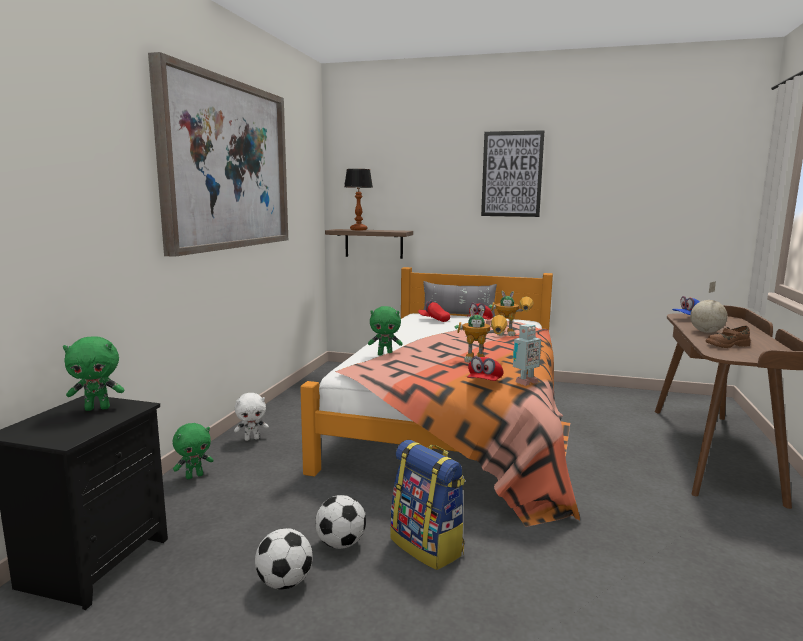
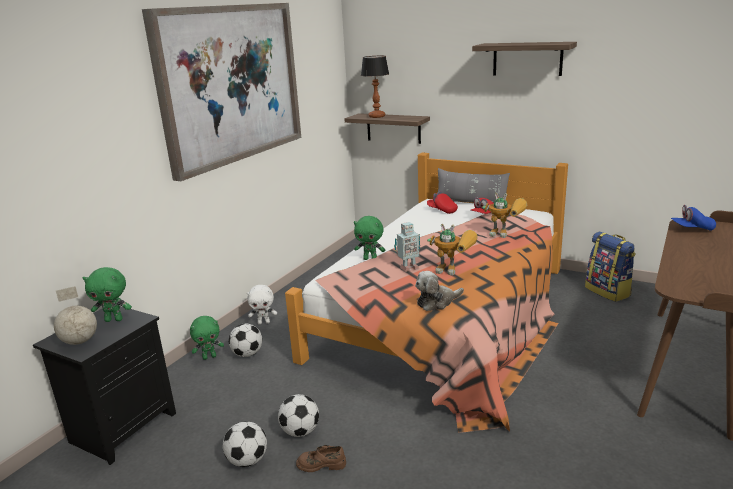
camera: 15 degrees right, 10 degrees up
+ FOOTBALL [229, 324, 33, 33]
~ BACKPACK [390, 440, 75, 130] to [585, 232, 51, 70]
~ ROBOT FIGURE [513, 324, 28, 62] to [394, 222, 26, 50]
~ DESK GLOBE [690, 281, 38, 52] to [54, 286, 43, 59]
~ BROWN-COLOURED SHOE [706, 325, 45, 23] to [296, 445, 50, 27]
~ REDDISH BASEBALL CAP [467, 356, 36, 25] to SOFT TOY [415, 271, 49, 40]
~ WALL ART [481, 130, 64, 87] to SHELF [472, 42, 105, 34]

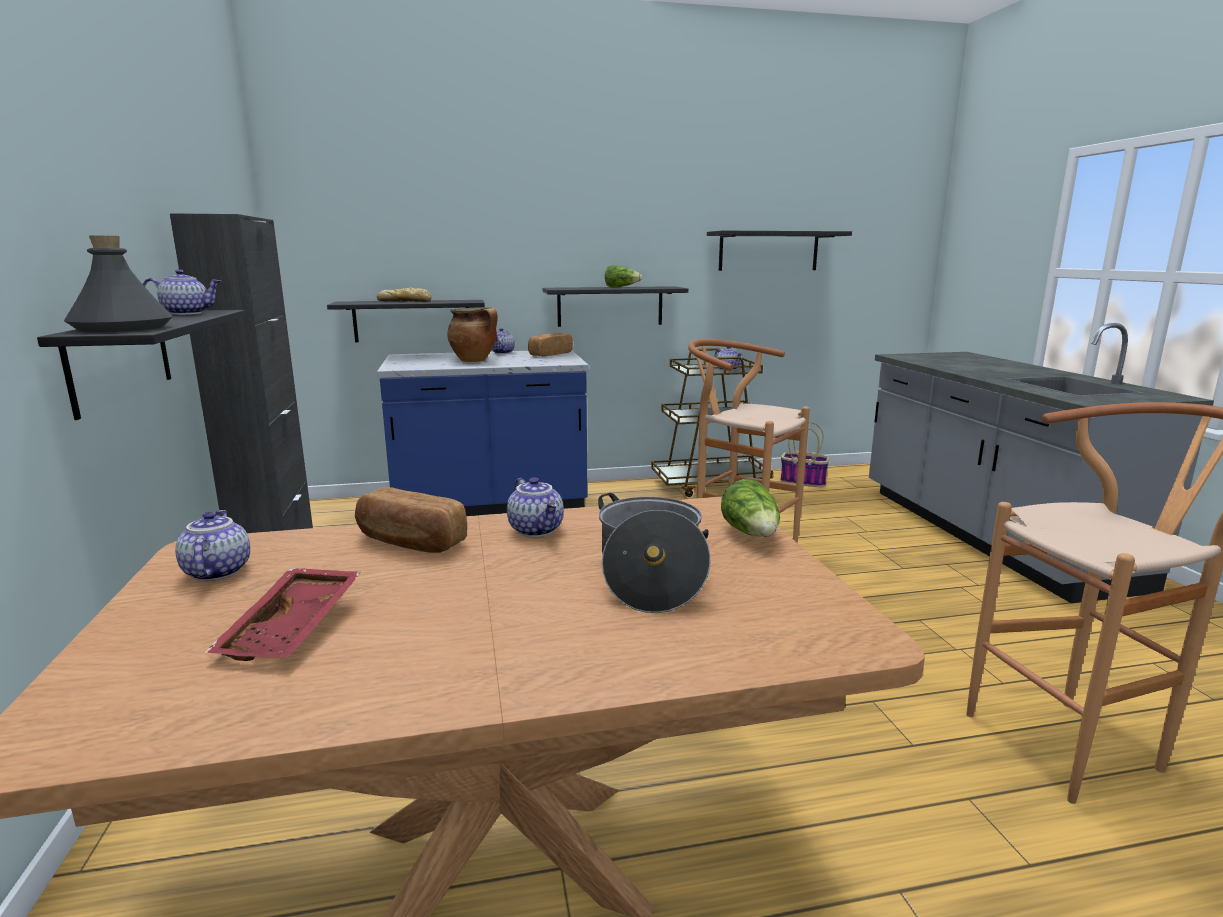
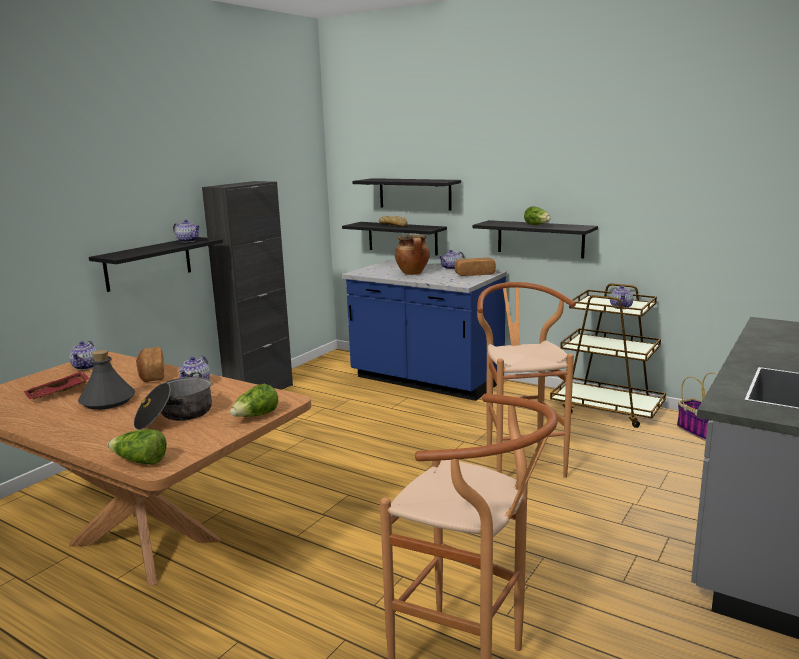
camera: 45 degrees right, 0 degrees up
+ LETTUCE [107, 429, 60, 36]
~ GRAY BEVERAGE BOTTLE [64, 236, 109, 96] to [78, 350, 57, 60]
~ BLACKISH SHELF [707, 231, 145, 40] to [352, 178, 109, 33]
~ POT FOR TEA [175, 510, 75, 71] = [69, 341, 29, 29] 150 degrees clockwise

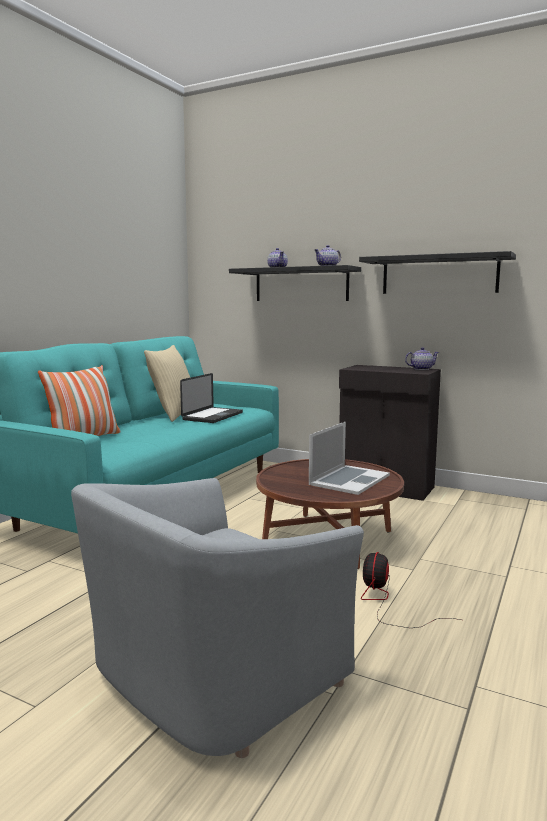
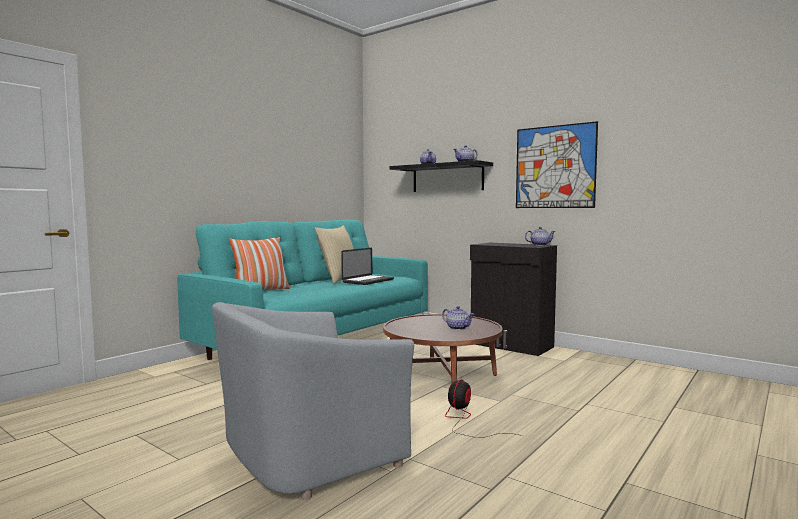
camera: 10 degrees right, 5 degrees down
~ LAPTOP [309, 422, 81, 73] to POT FOR TEA [442, 306, 32, 24]
~ BLACKISH SHELF [359, 251, 157, 43] to WALL ART [516, 121, 82, 87]

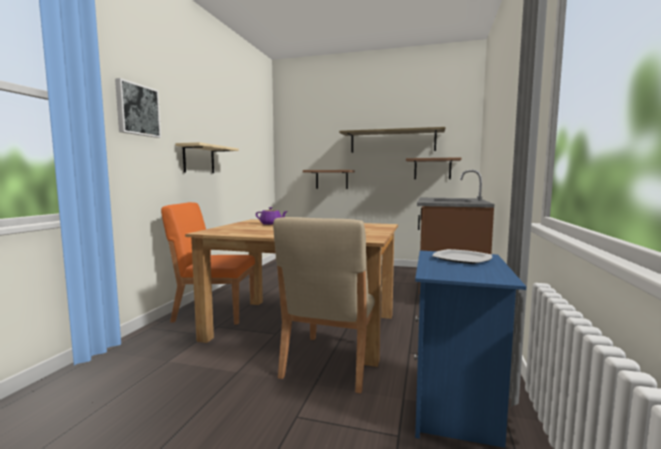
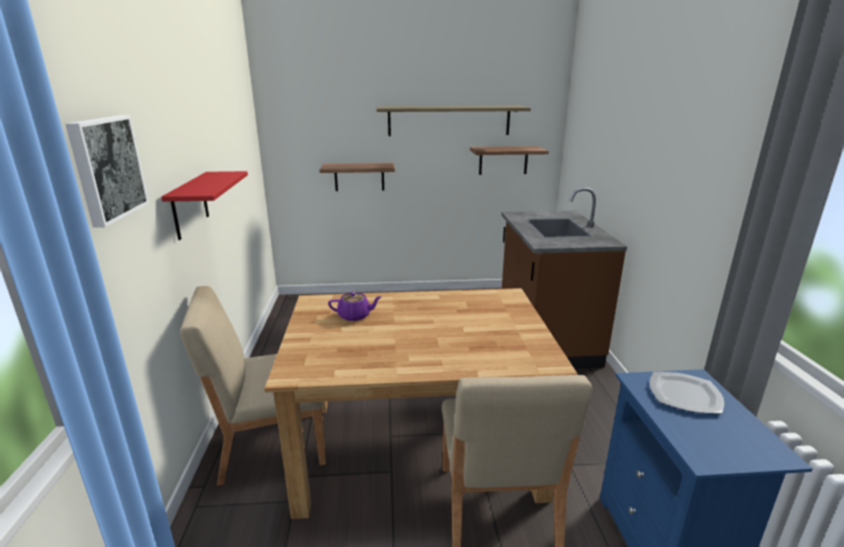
camera: 20 degrees left, 15 degrees up
~ ORANGEY CHAIR [161, 202, 94, 123] to BEIGE CHAIR [180, 286, 146, 199]
~ BEIGE SHELF [175, 142, 64, 31] to REDDISH SHELF [161, 171, 87, 69]

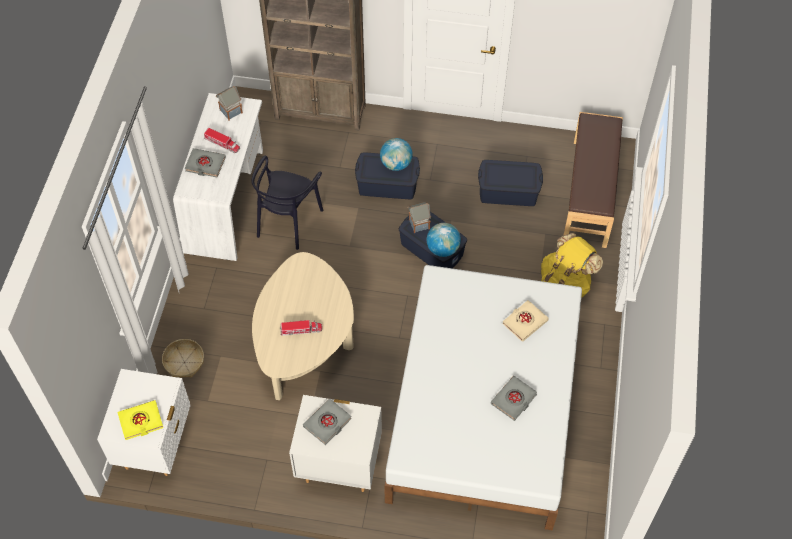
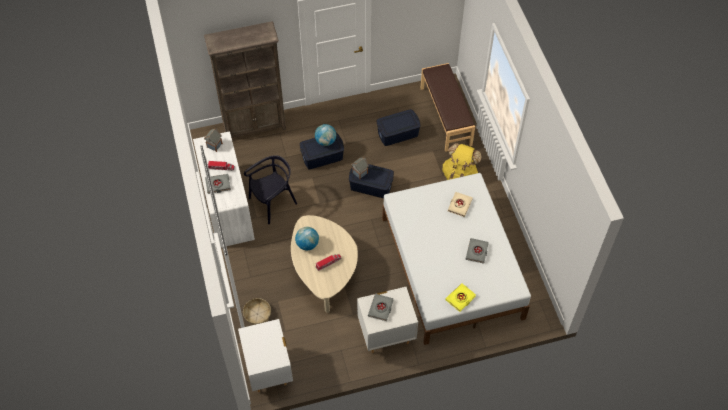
camera: 25 degrees left, 0 degrees up
~ YELLOW BOOK [117, 400, 46, 40] to [445, 283, 31, 29]
~ DESK GLOBE [427, 223, 34, 34] to [295, 227, 24, 23]
~ BLACKISH CHAIR [252, 156, 71, 94] = [244, 155, 53, 69] 120 degrees counterclockwise

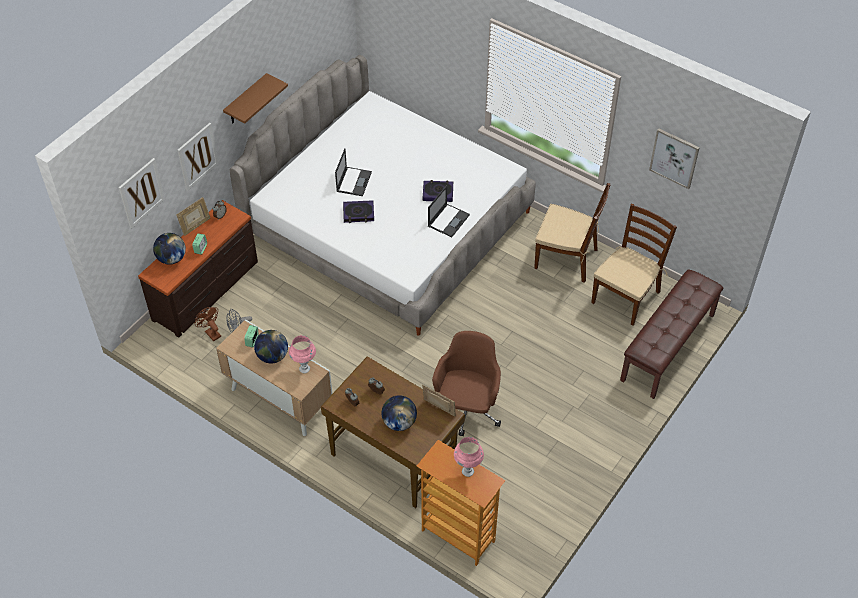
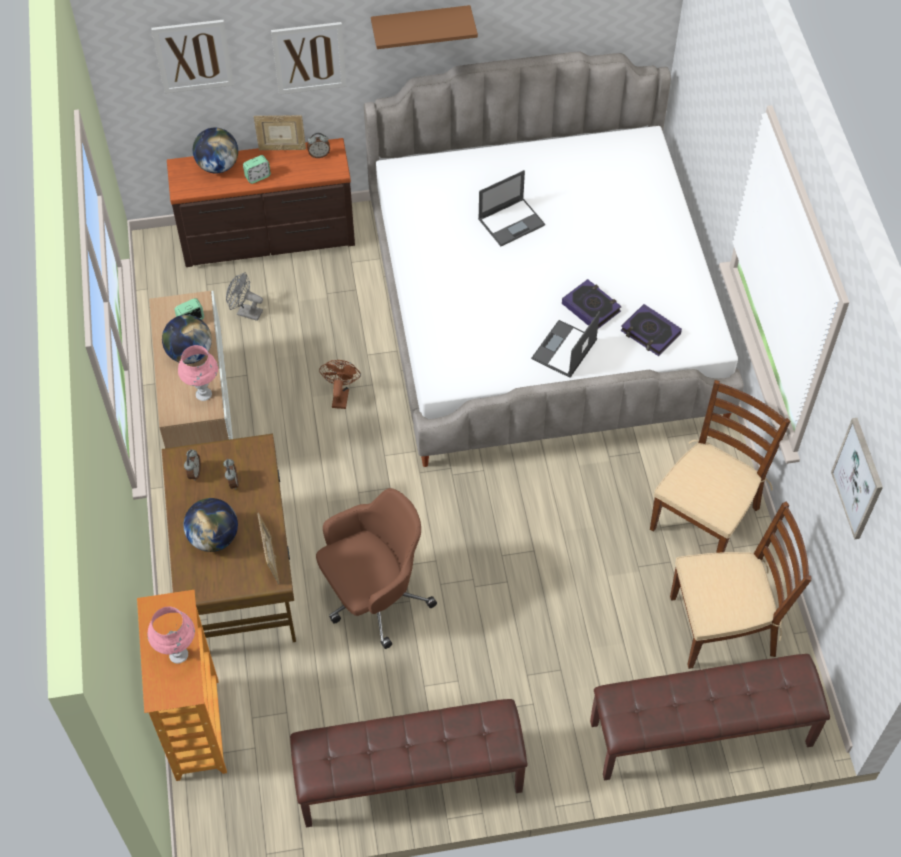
camera: 45 degrees right, 5 degrees up
+ BROWN-COLOURED BENCH [290, 699, 238, 128]
~ BROWN-COLOURED ELECTRIC FAN [195, 307, 26, 34] to [319, 360, 42, 49]
~ BOOK [343, 200, 31, 23] to [620, 304, 62, 52]
~ LAPTOP [428, 185, 42, 52] = [531, 311, 69, 67] 135 degrees clockwise
~ BROWN-COLOURED CHAIR [534, 183, 76, 100] = [650, 380, 140, 173] 120 degrees counterclockwise

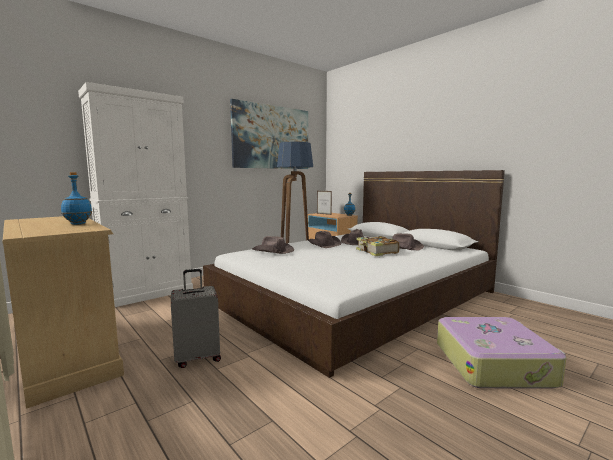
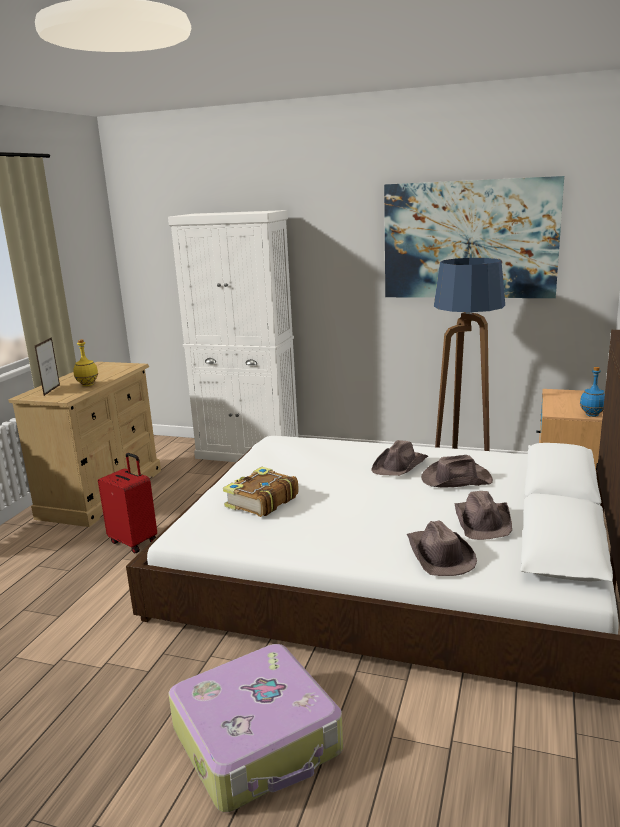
camera: 60 degrees right, 10 degrees up
~ BROWN-COLOURED CLOTHING HAT [252, 236, 42, 18] to [407, 521, 70, 55]
~ PHOTO FRAME [317, 191, 15, 24] to [35, 337, 25, 59]
~ BOOK [356, 236, 44, 20] to [223, 467, 76, 50]
~ BLUE BEVERAGE BOTTLE [61, 172, 31, 53] to YELLOW BEVERAGE BOTTLE [73, 339, 25, 47]
~ GRAY SUITCASE [171, 269, 50, 99] to REDDISH SUITCASE [98, 453, 59, 100]

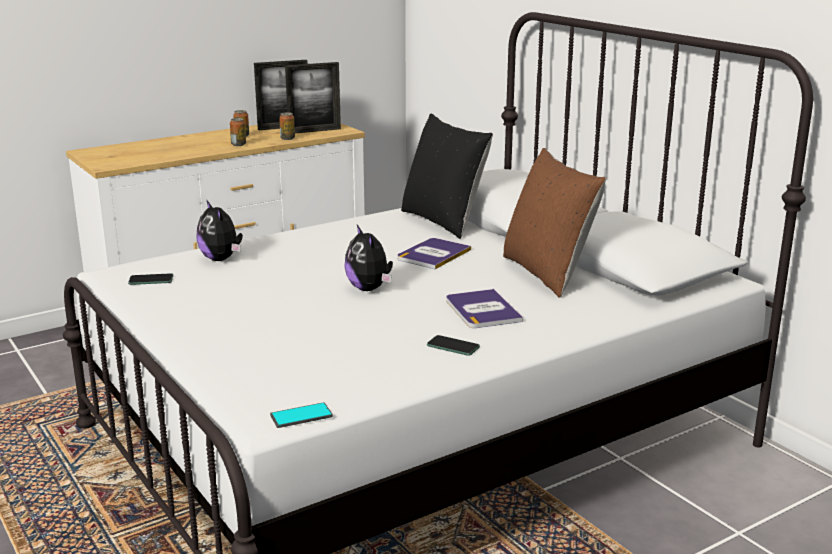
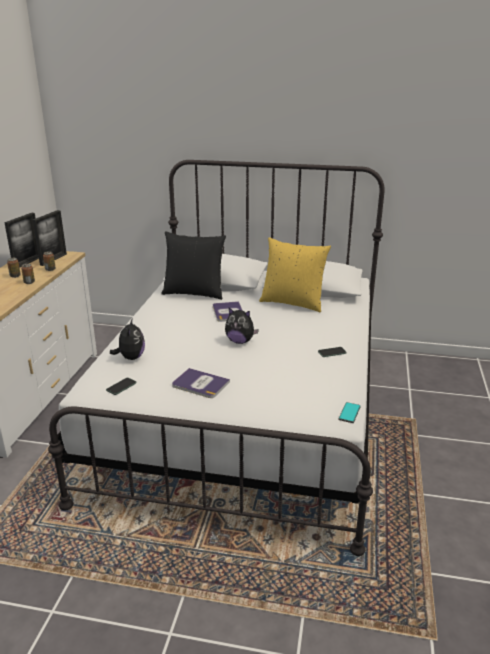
camera: 45 degrees left, 5 degrees up
~ BOOK [446, 289, 77, 39] to [172, 368, 58, 30]
~ BROWN-COLOURED THROW PILLOW [503, 148, 103, 150] to YELLOW THROW PILLOW [259, 237, 72, 75]
~ SOFT TOY [196, 201, 47, 60] = [110, 319, 35, 41] 105 degrees counterclockwise

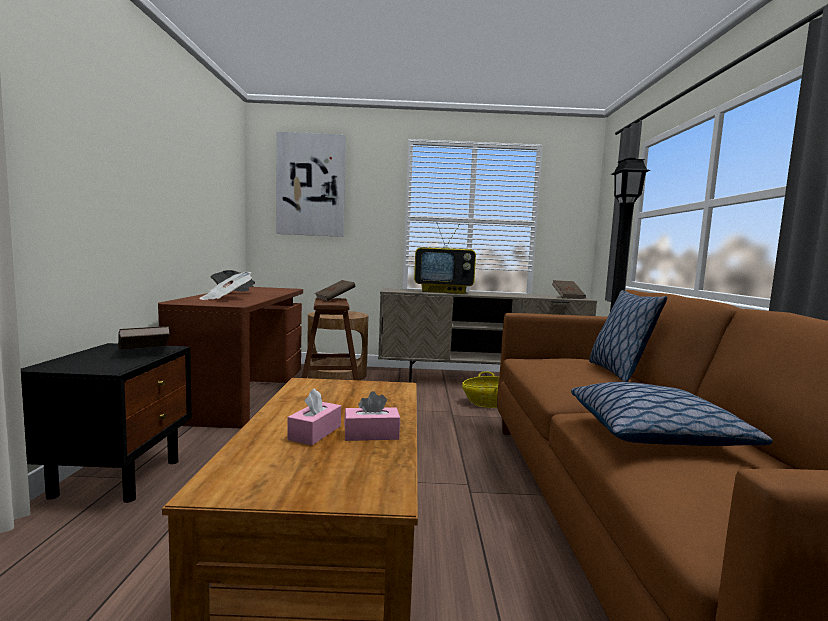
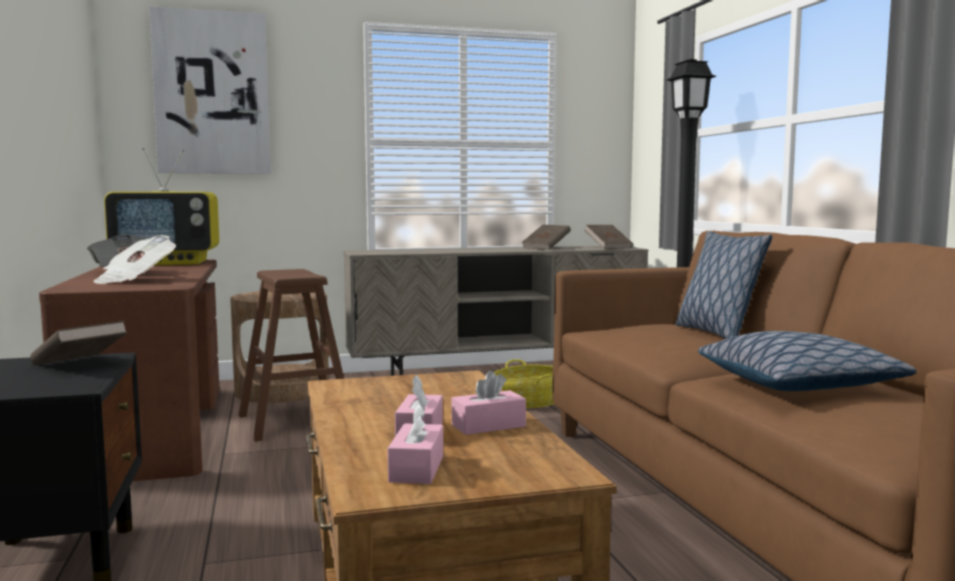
camera: 15 degrees left, 0 degrees up
+ PINK-COLOURED TISSUE HOLDER [388, 403, 55, 81]
~ BROWN-COLOURED BOOK [315, 280, 41, 21] to [522, 225, 49, 25]
~ TV SET [414, 222, 62, 72] to [104, 148, 115, 117]

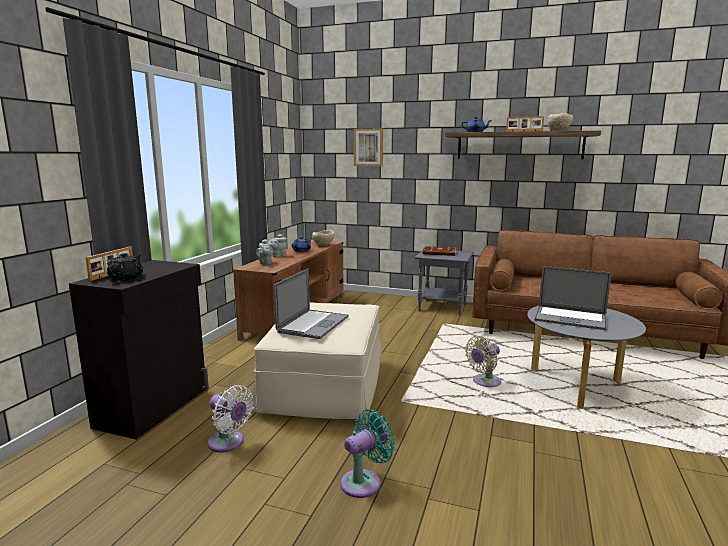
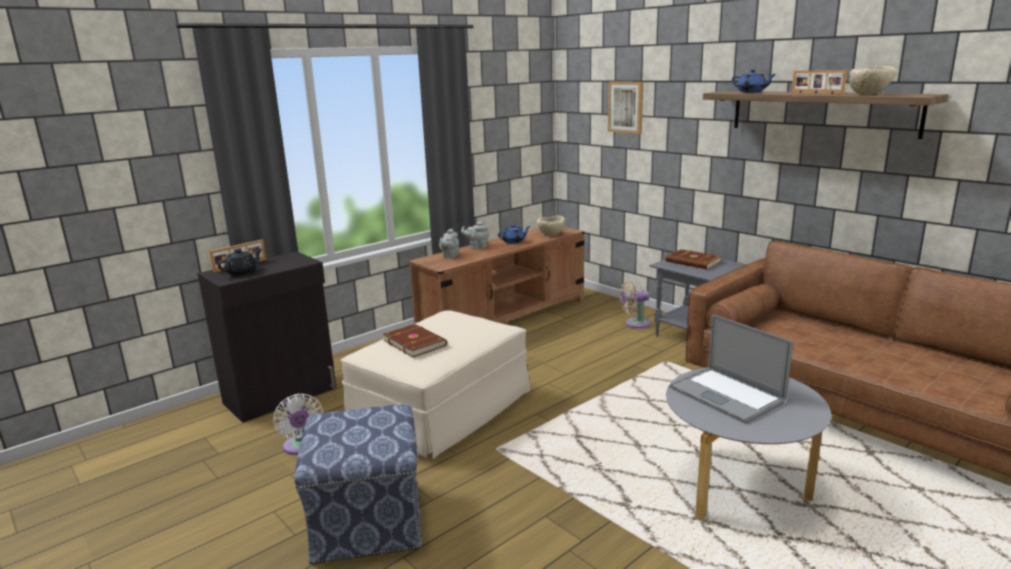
camera: 30 degrees right, 5 degrees up
~ BEIGE ELECTRIC FAN [465, 336, 36, 51] to [620, 281, 31, 47]
~ LAPTOP [274, 268, 75, 71] to BROWN-COLOURED BOOK [383, 324, 64, 33]
~ TURQUOISE-COLOURED ELECTRIC FAN [341, 409, 54, 89] to FOOTREST [294, 404, 128, 160]

